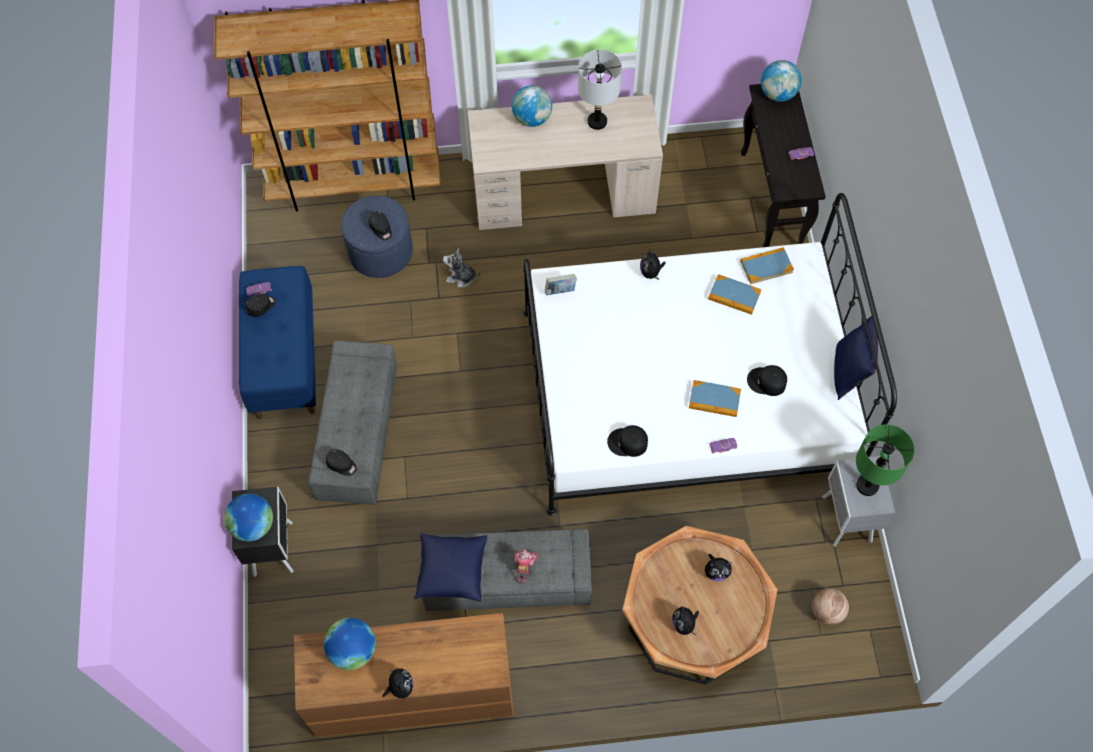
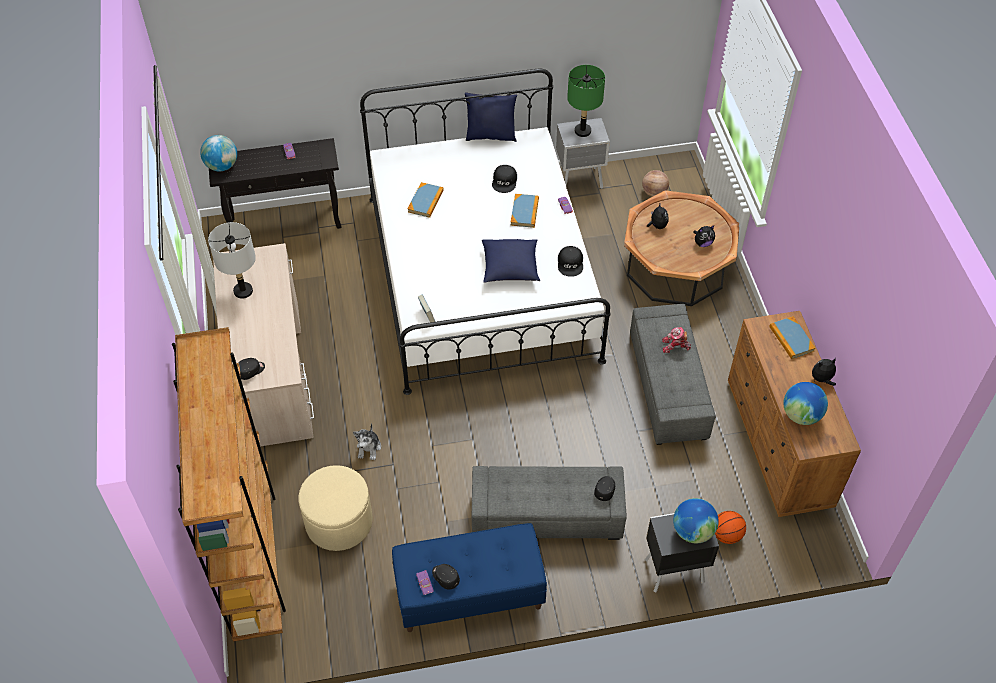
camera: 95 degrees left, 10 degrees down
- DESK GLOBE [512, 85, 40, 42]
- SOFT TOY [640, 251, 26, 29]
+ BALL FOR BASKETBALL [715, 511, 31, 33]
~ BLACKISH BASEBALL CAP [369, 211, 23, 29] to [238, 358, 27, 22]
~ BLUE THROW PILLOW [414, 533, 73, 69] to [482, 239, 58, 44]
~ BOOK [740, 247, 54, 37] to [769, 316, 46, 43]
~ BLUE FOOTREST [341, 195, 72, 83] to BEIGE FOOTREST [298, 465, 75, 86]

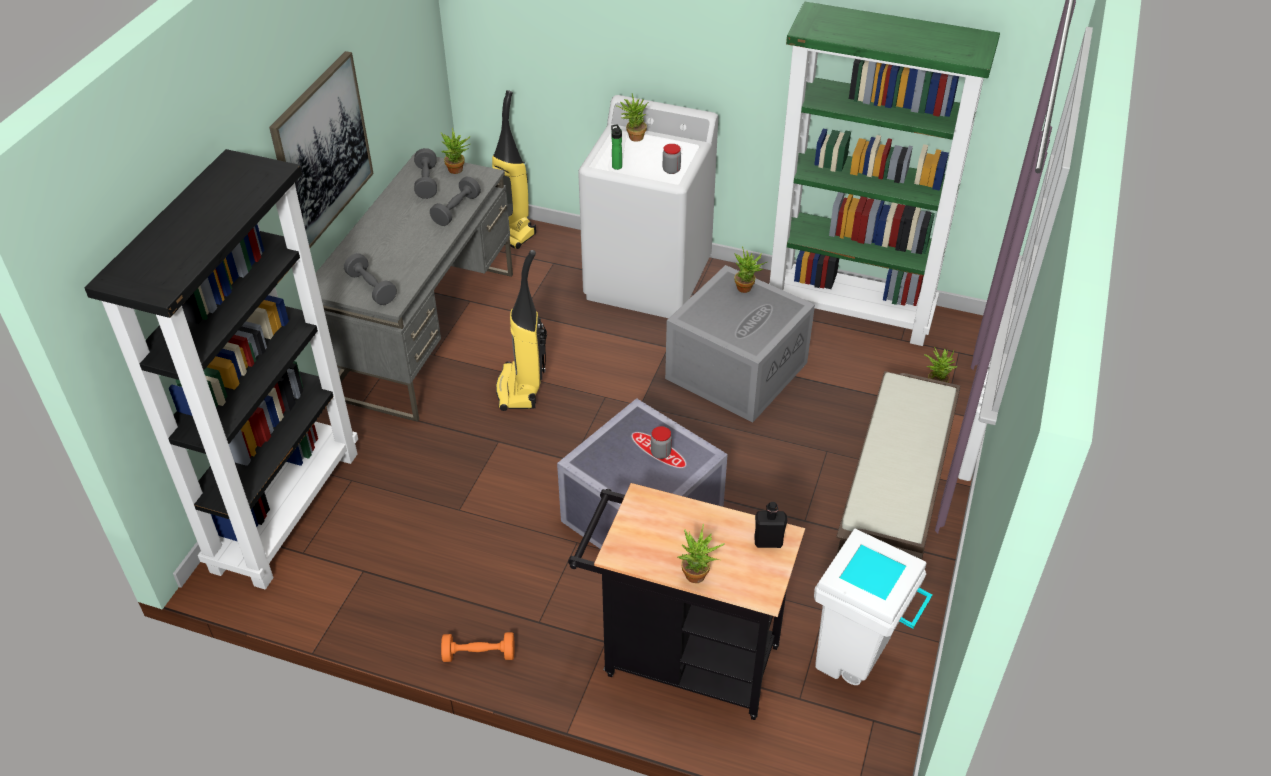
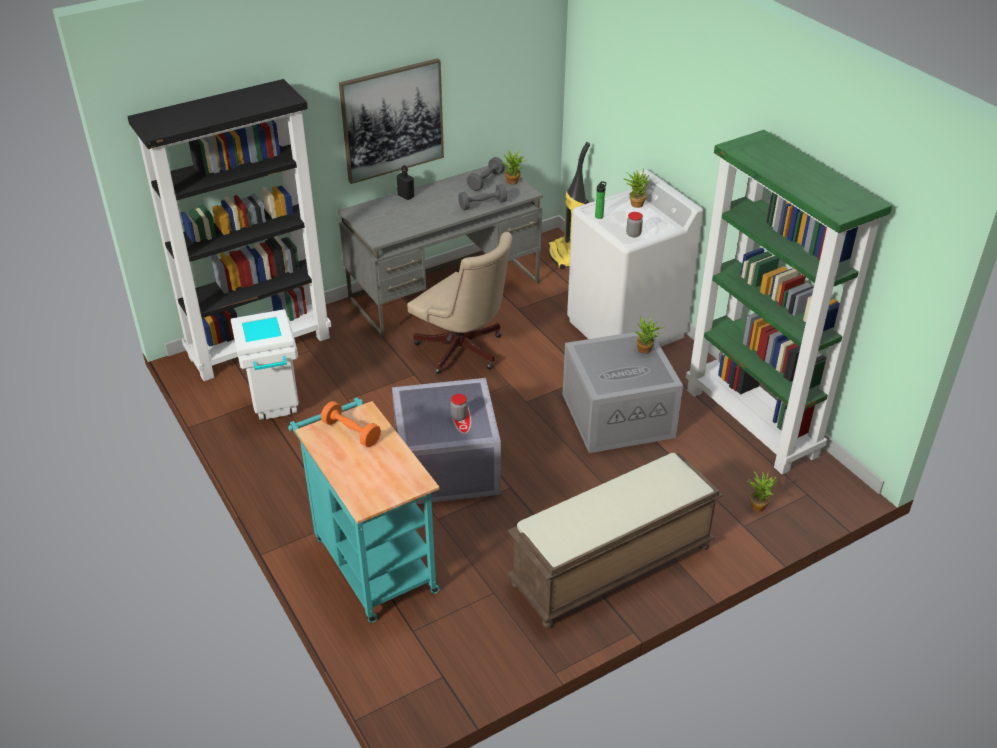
camera: 40 degrees right, 5 degrees down
- GRAY DUMBBELL [344, 253, 53, 52]
- PLANT IN A POT [678, 524, 47, 59]
~ ORANGEY DUMBBELL [441, 632, 74, 30] to [321, 401, 60, 46]
~ BLACKISH BEVERAGE BOTTLE [754, 502, 33, 46] to [396, 165, 18, 35]
~ WHITISH RUBBISH BIN [814, 529, 118, 156] to [231, 309, 68, 111]
~ VACUUM [496, 250, 51, 161] to BEIGE OFFICE CHAIR [407, 232, 106, 142]
~ BLACKISH CART [568, 483, 237, 237] to TURQUOISE-COLOURED CART [288, 397, 152, 226]

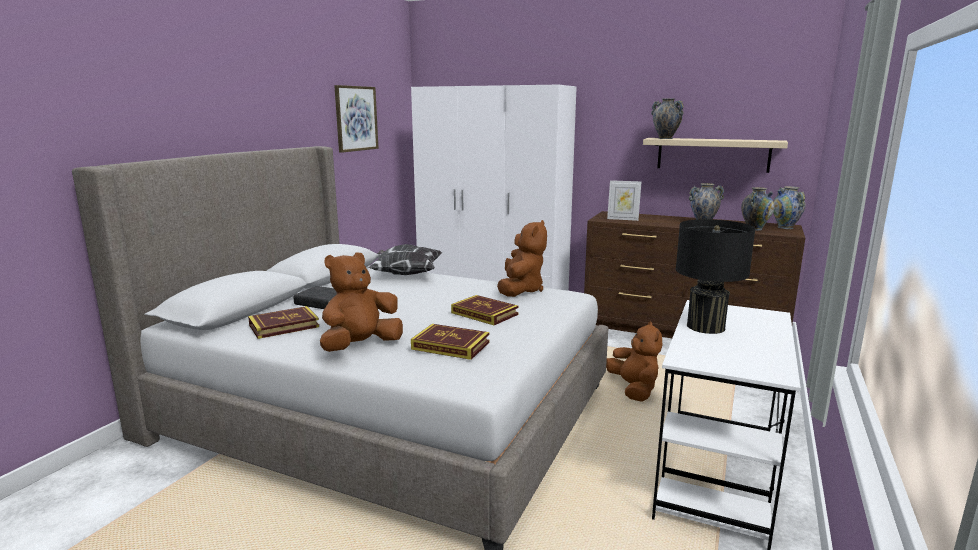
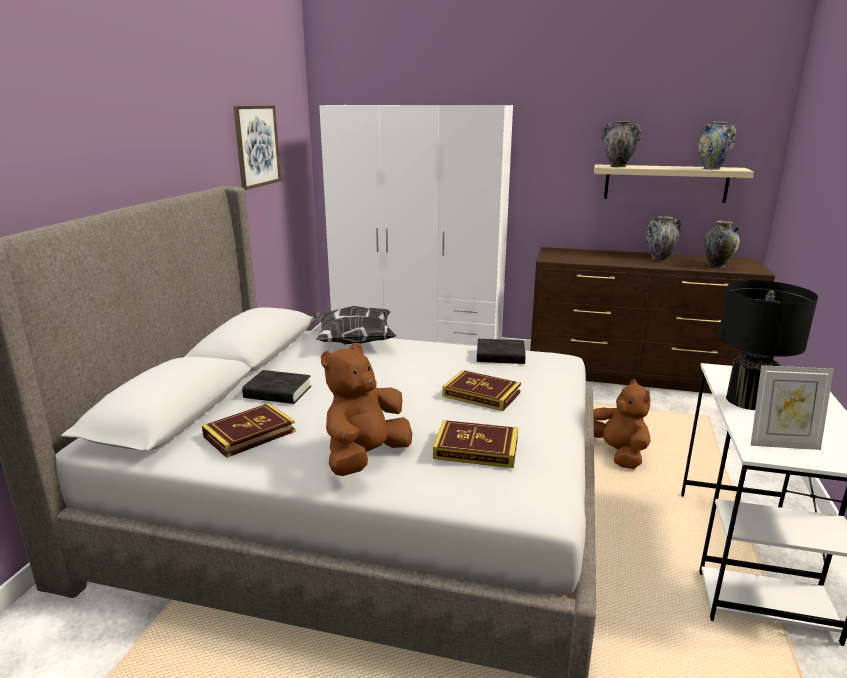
camera: 10 degrees left, 5 degrees up
~ PHOTO FRAME [607, 180, 35, 41] to [751, 365, 83, 85]
~ FLOWER VASE [773, 186, 33, 43] to [698, 122, 38, 48]
~ BROWN-COLOURED SOFT TOY [497, 220, 50, 77] to BLACKISH BOOK [477, 339, 49, 25]

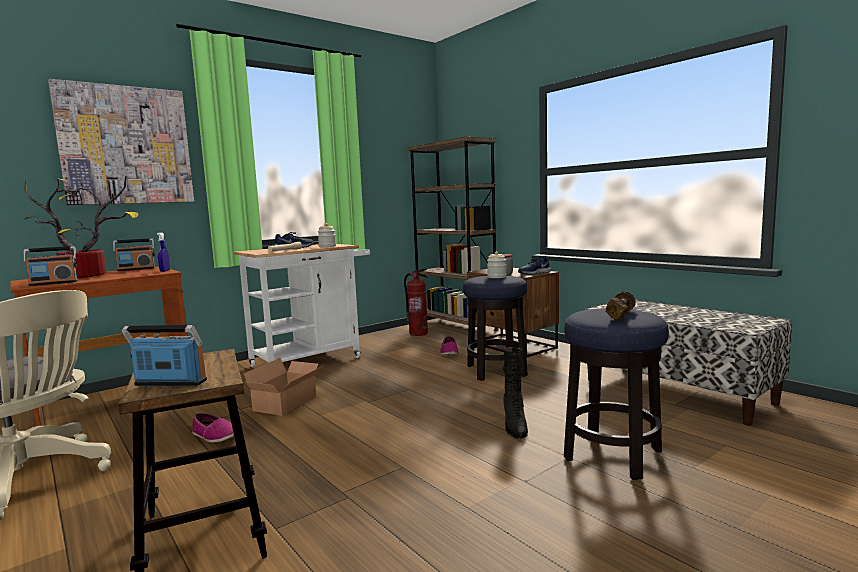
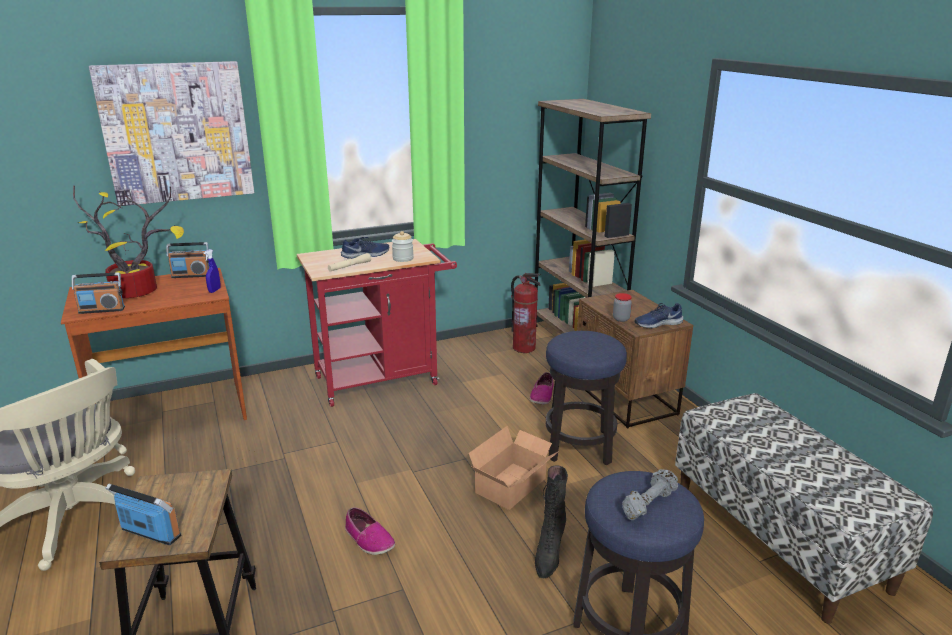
camera: 15 degrees right, 15 degrees up
- STORAGE JAR [487, 251, 20, 27]
~ SHOE [192, 413, 42, 29] to [345, 507, 50, 48]
~ CARTON [244, 358, 80, 58] to [469, 426, 90, 84]
~ WHITISH CART [233, 244, 137, 123] to REDDISH CART [297, 239, 160, 168]
~ BROWN-COLOURED DUMBBELL [606, 291, 30, 30] to GRAY DUMBBELL [622, 469, 56, 51]

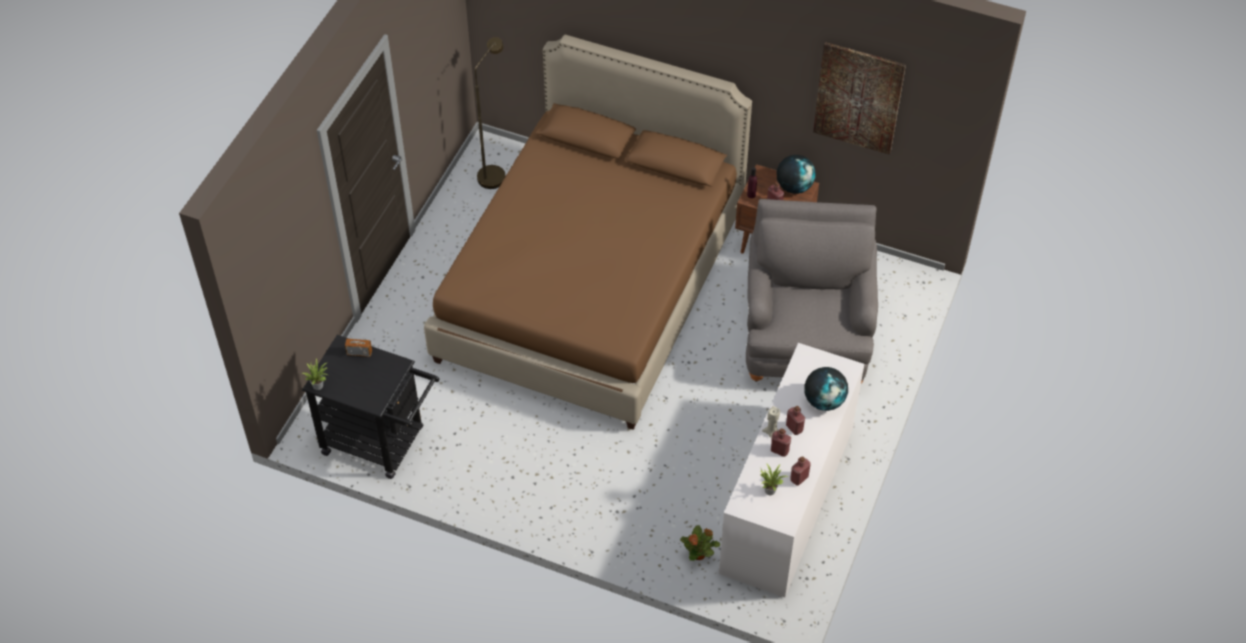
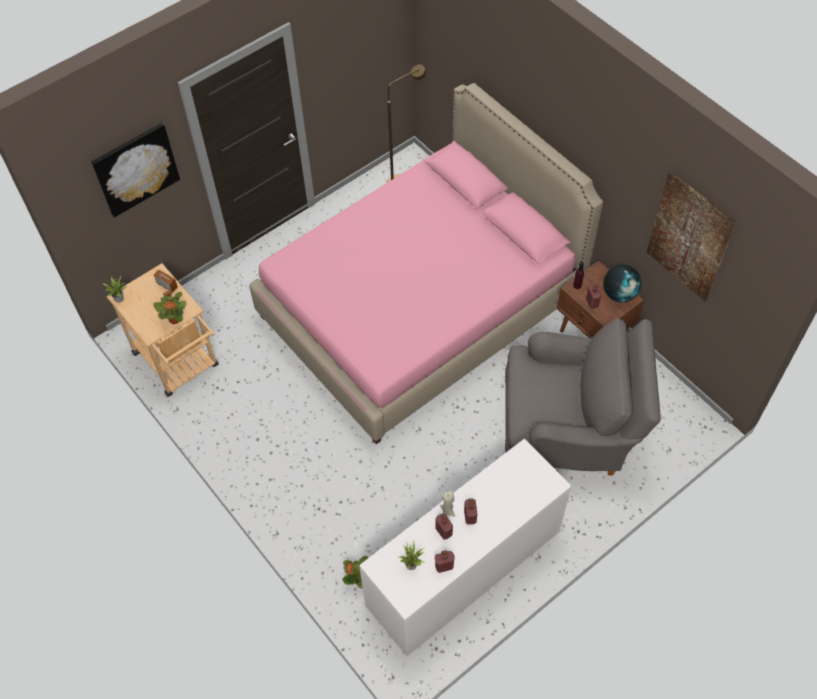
camera: 30 degrees right, 5 degrees up
- DESK GLOBE [804, 367, 44, 44]
+ WALL ART [92, 123, 88, 95]
+ PLANT IN A POT [154, 291, 32, 33]
~ BLACKISH CART [302, 335, 138, 144] to BEIGE CART [107, 263, 112, 134]
~ BROWN-COLOURED BEDROOM BED [424, 35, 328, 395] to PINK-COLOURED BEDROOM BED [249, 83, 354, 361]
~ GRAY ARMCHAIR [746, 199, 132, 184] = [505, 318, 156, 157] 60 degrees clockwise

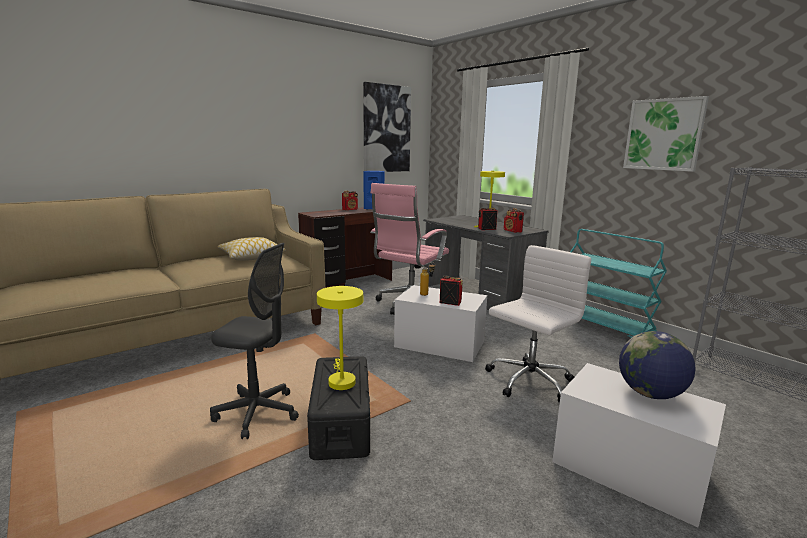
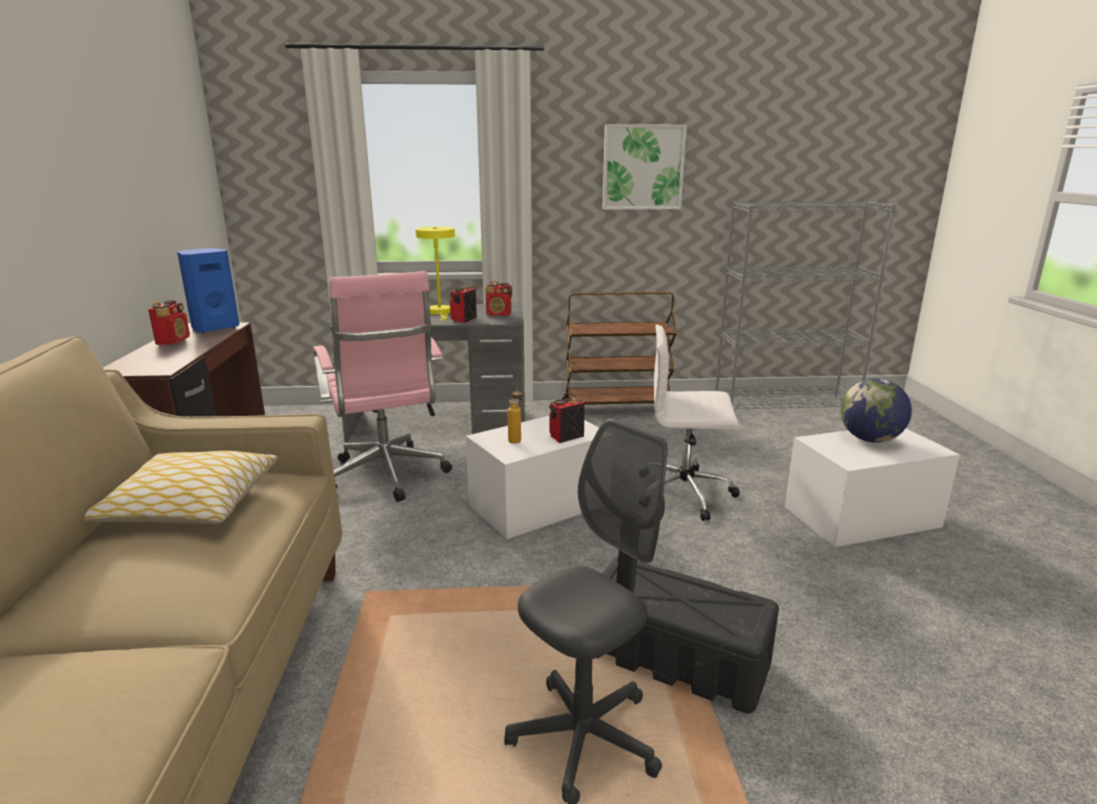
camera: 55 degrees left, 5 degrees up
- YELLOW TABLE LAMP [317, 286, 46, 104]
- WALL ART [363, 82, 48, 90]
~ TURQUOISE-COLOURED CART [570, 229, 97, 110] to BROWN-COLOURED CART [562, 292, 115, 113]
~ WHITISH OFFICE CHAIR [485, 245, 106, 158] = [654, 324, 86, 197] 75 degrees counterclockwise

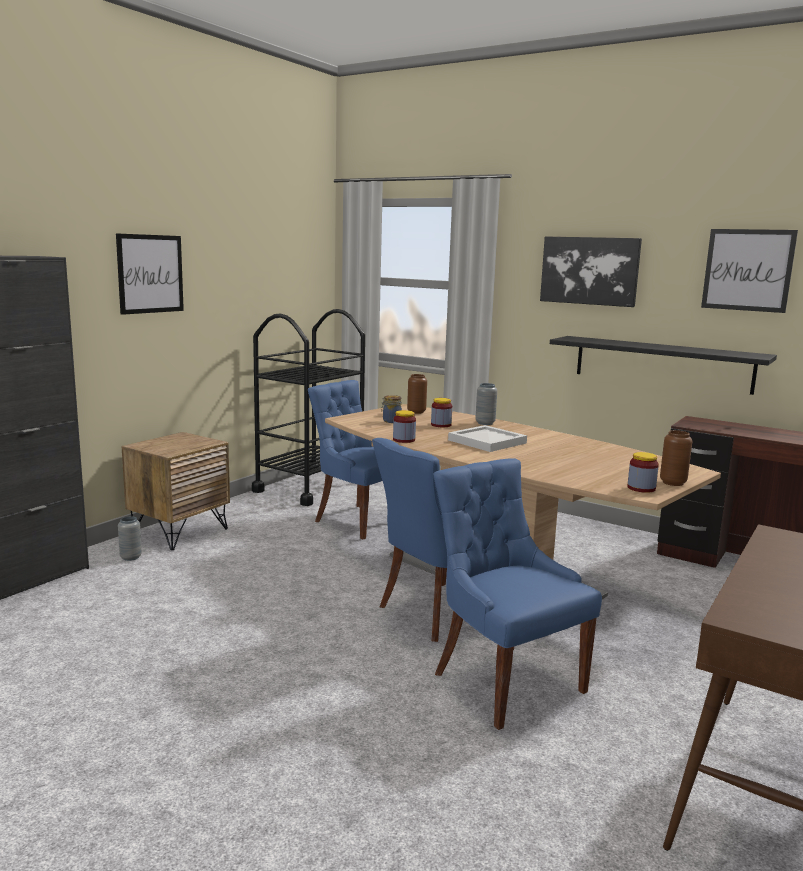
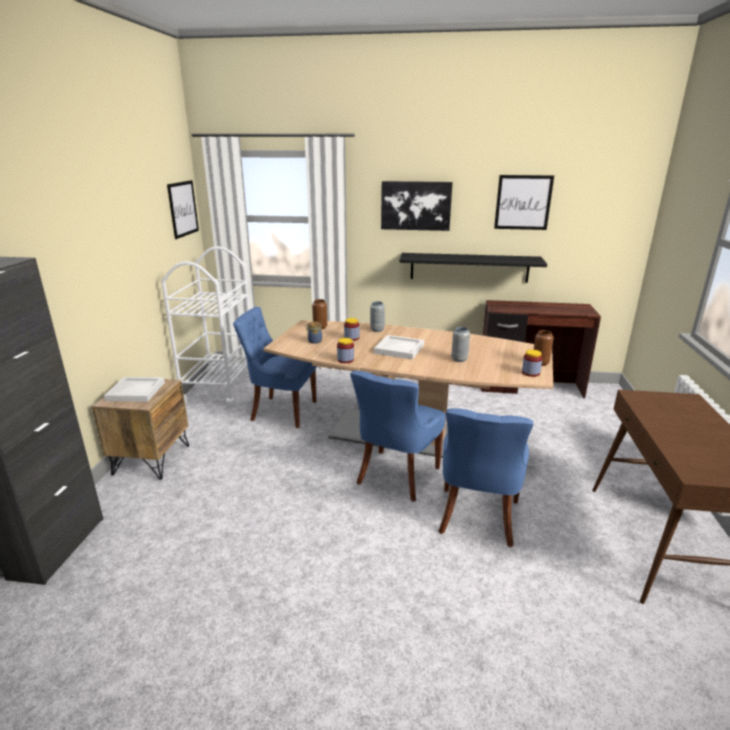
camera: 25 degrees left, 10 degrees up
+ WHITISH CARRYING TRAY [104, 377, 61, 25]
~ WALL ART [116, 233, 68, 82] to [167, 180, 32, 59]
~ GRAY FLOWER VASE [118, 516, 24, 45] to [451, 327, 19, 35]
~ BLACKISH CART [252, 309, 113, 197] to WHITISH CART [161, 246, 89, 162]
~ BLUE CHAIR [433, 458, 169, 272] = [438, 408, 95, 139] 105 degrees counterclockwise

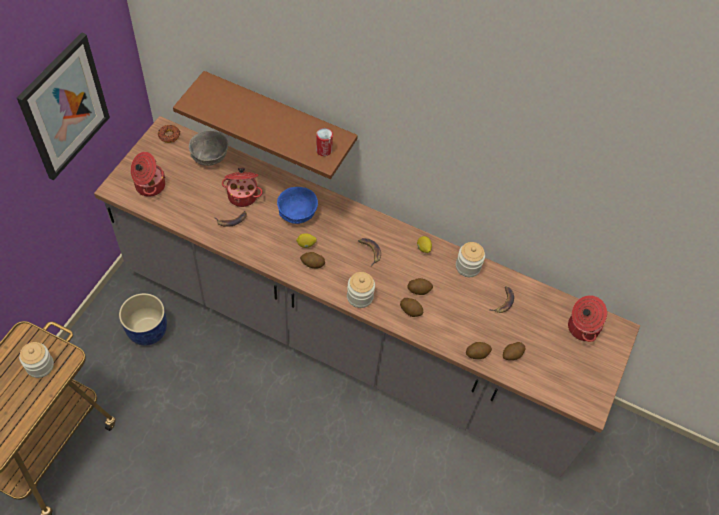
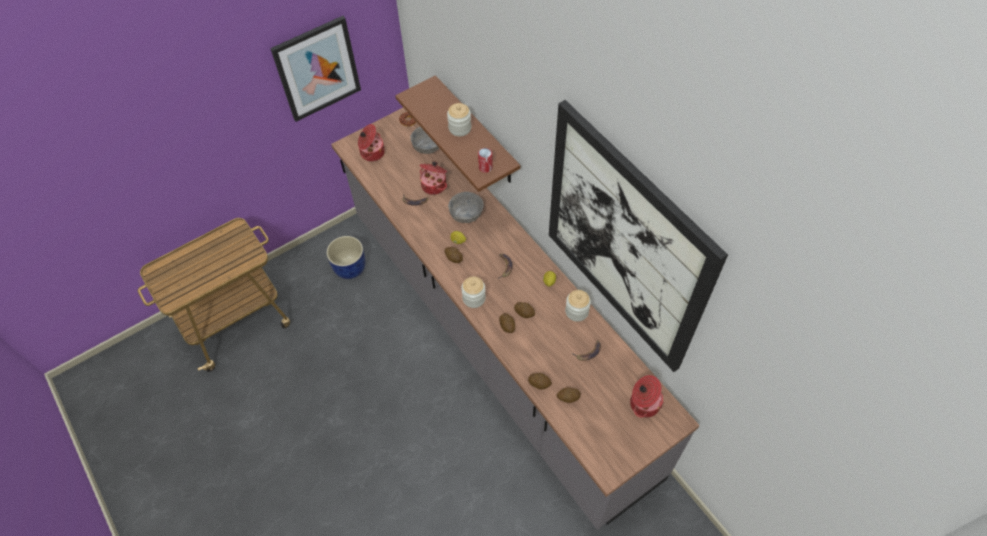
camera: 35 degrees right, 0 degrees up
+ WALL ART [549, 100, 179, 272]
~ STORAGE JAR [19, 342, 35, 36] to [447, 103, 24, 33]
~ BLUE SERVING BOWL [277, 187, 41, 37] to GRAY SERVING BOWL [448, 192, 36, 31]

